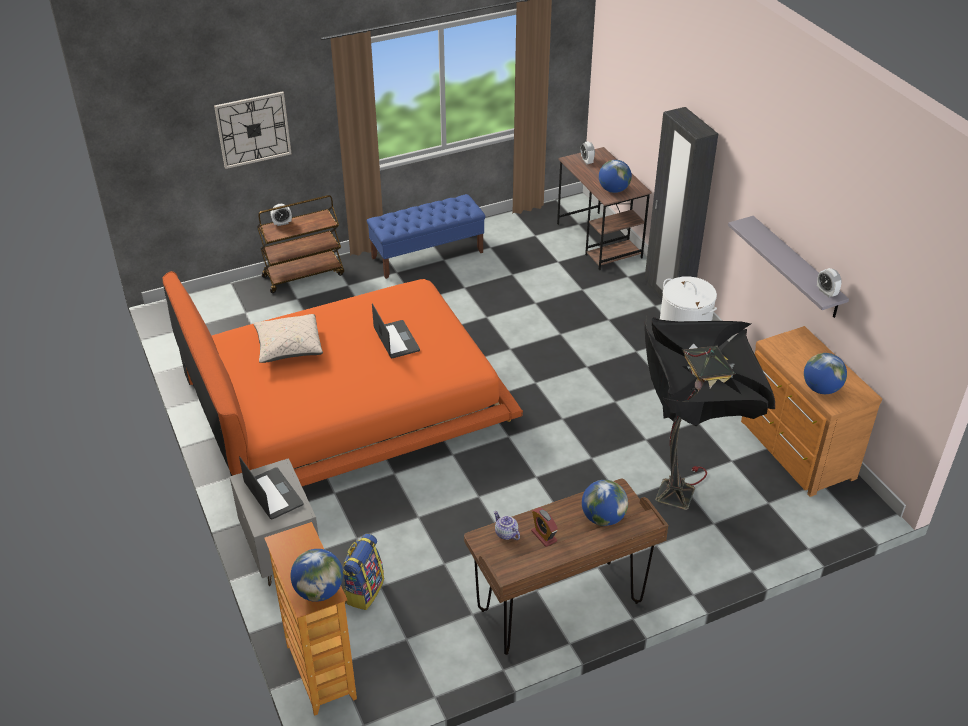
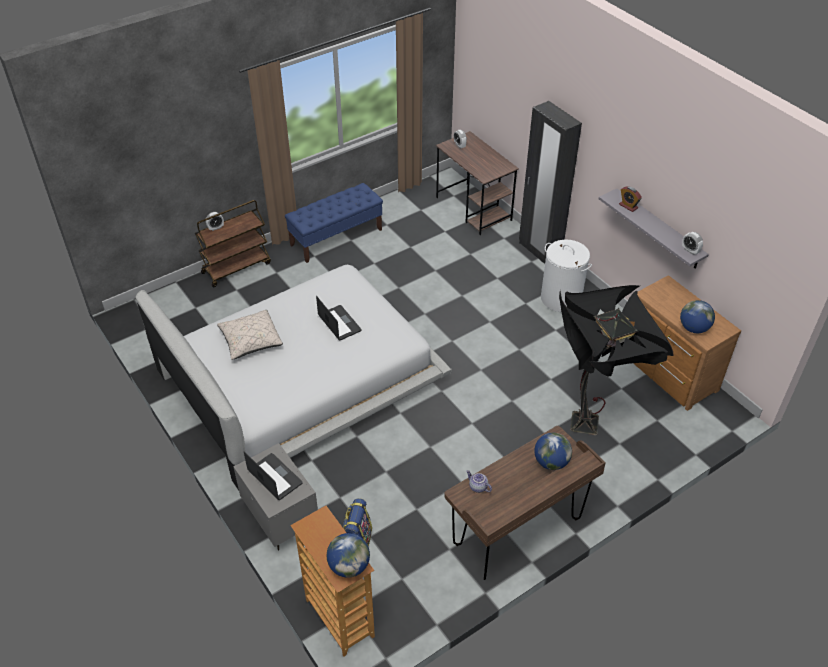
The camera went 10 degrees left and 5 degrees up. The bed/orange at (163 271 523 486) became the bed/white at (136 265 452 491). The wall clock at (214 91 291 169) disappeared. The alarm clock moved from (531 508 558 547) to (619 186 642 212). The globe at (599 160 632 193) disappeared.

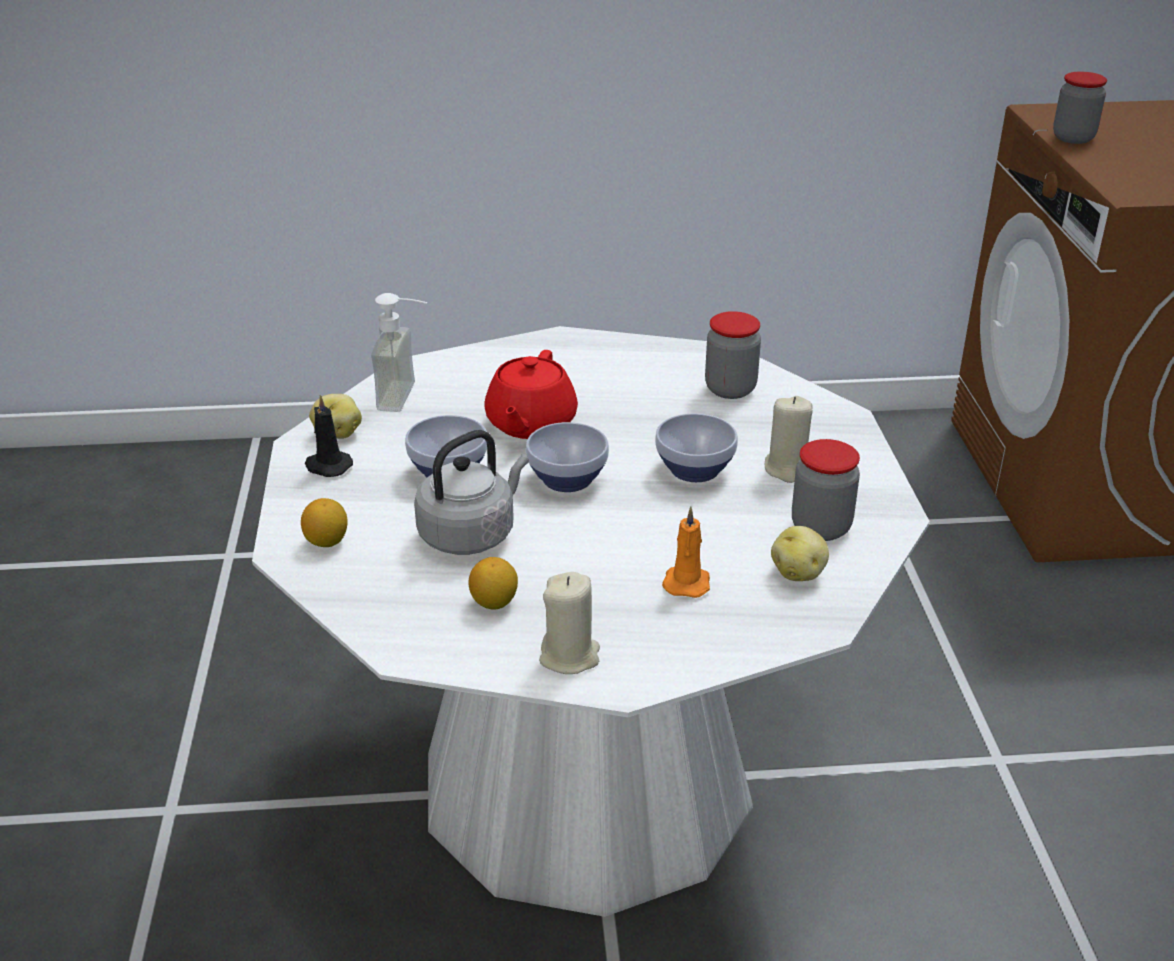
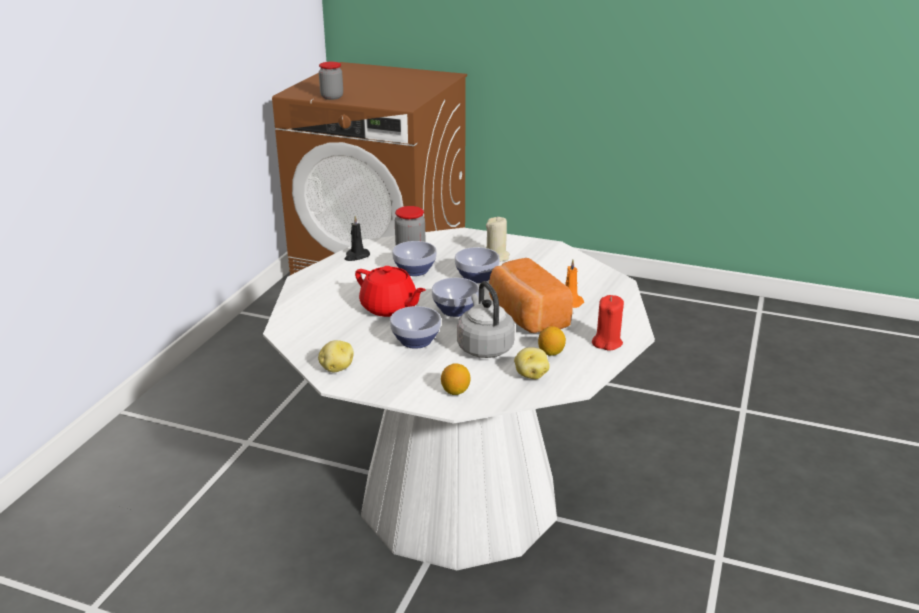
The camera went 65 degrees left and 5 degrees down. The candle/black moved from (305 395 353 477) to (345 216 370 261). The soap dispenser at (371 293 428 412) disappeared. The candle/beige at (539 572 600 674) became the candle/red at (592 295 624 351). The potato moved from (771 526 829 581) to (514 347 550 379). The jar at (792 439 860 541) disappeared. The bowl at (392 241 437 276) appeared. The bread at (489 258 573 333) appeared.

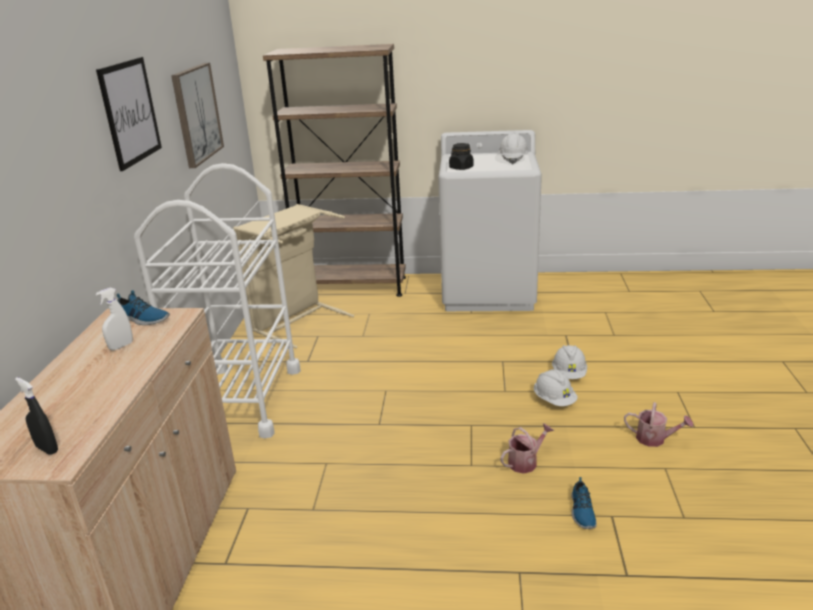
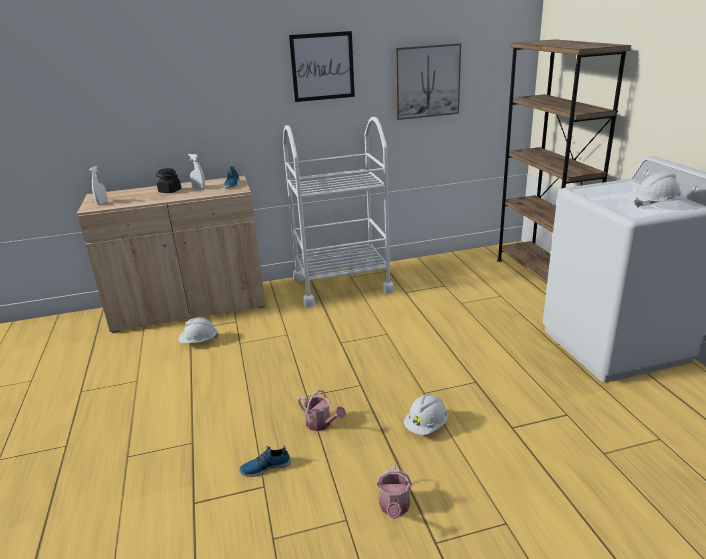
The camera went 70 degrees right and 0 degrees up. The spray bottle/black at (15 377 58 455) became the spray bottle/white at (90 166 108 205). The laundry basket/beige at (233 204 354 349) disappeared. The jar/black moved from (449 143 474 170) to (156 168 181 193). The hard hat/white moved from (552 345 587 379) to (179 317 218 343).

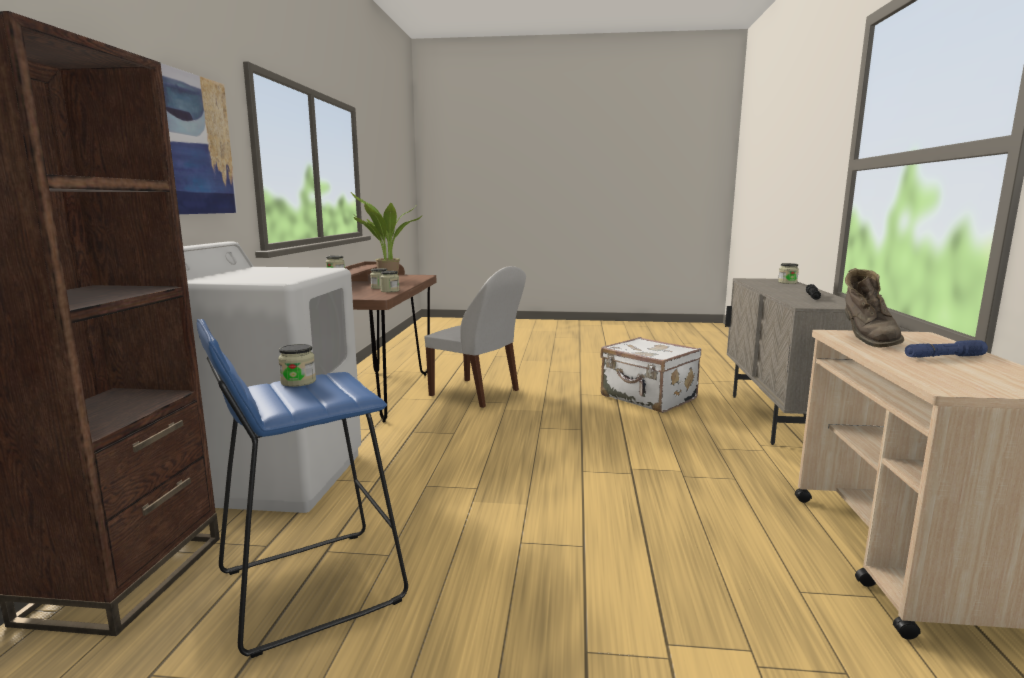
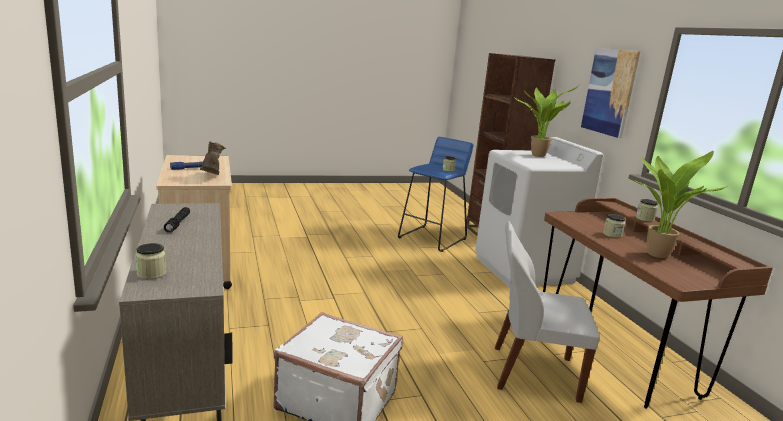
The camera went 155 degrees right and 5 degrees up. The jar at (380 271 399 292) disappeared. The potted plant at (514 85 579 157) appeared.

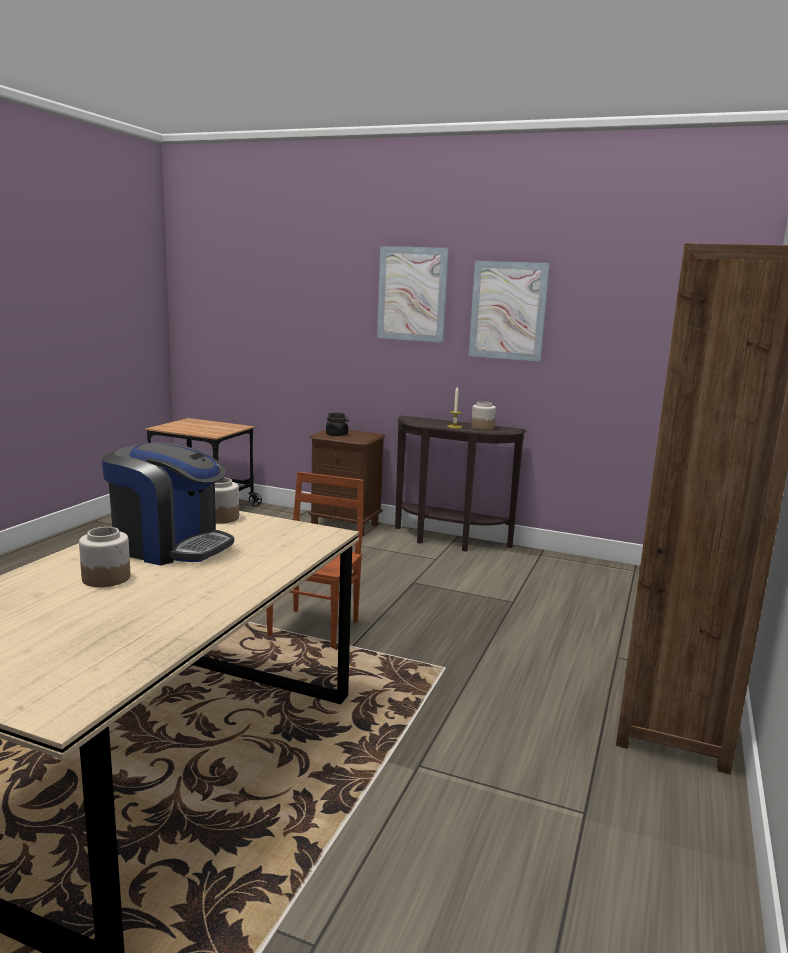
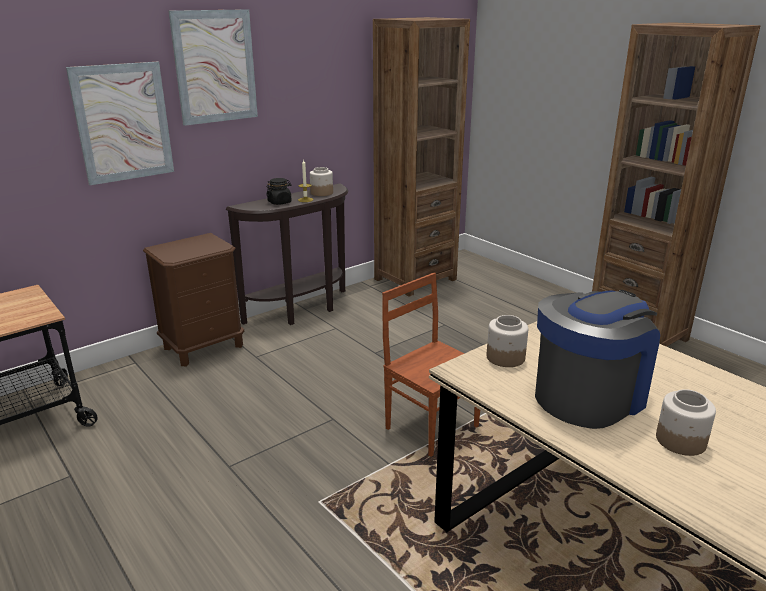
The camera went 60 degrees left and 10 degrees up. The jar/black moved from (326 413 349 436) to (266 178 292 205). The picture moved from (469 261 550 362) to (66 62 174 185). The bookcase/brown at (373 17 470 297) appeared.

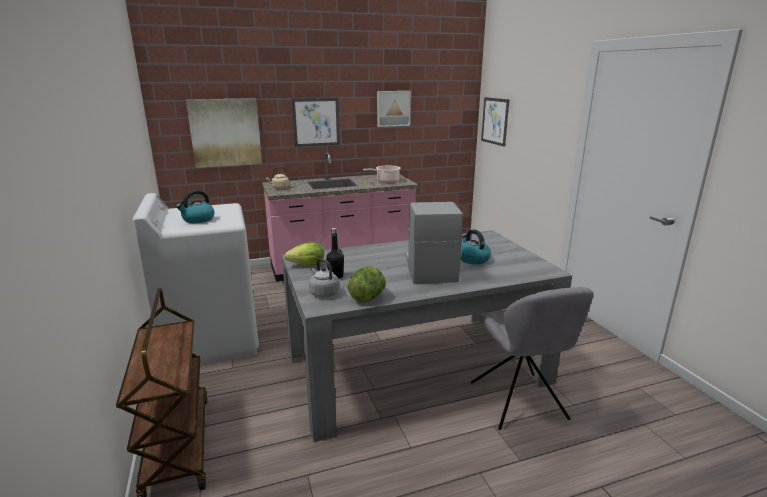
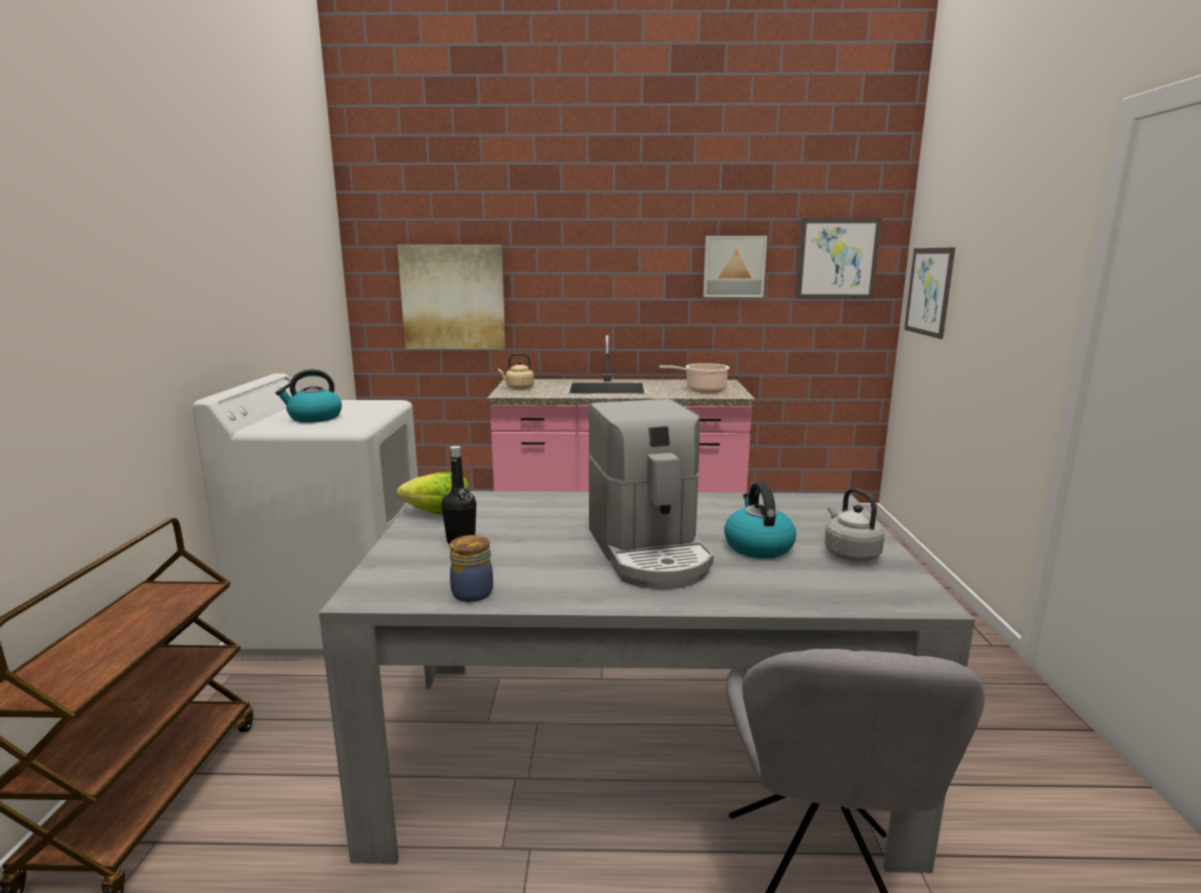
The camera went 20 degrees right and 5 degrees down. The picture moved from (292 98 340 147) to (796 218 882 299). The kettle/grey moved from (309 258 339 297) to (825 488 885 562). The lettuce at (348 266 386 303) was replaced by the jar at (450 535 493 602). The coffee machine at (406 202 463 284) turned 150 degrees clockwise.

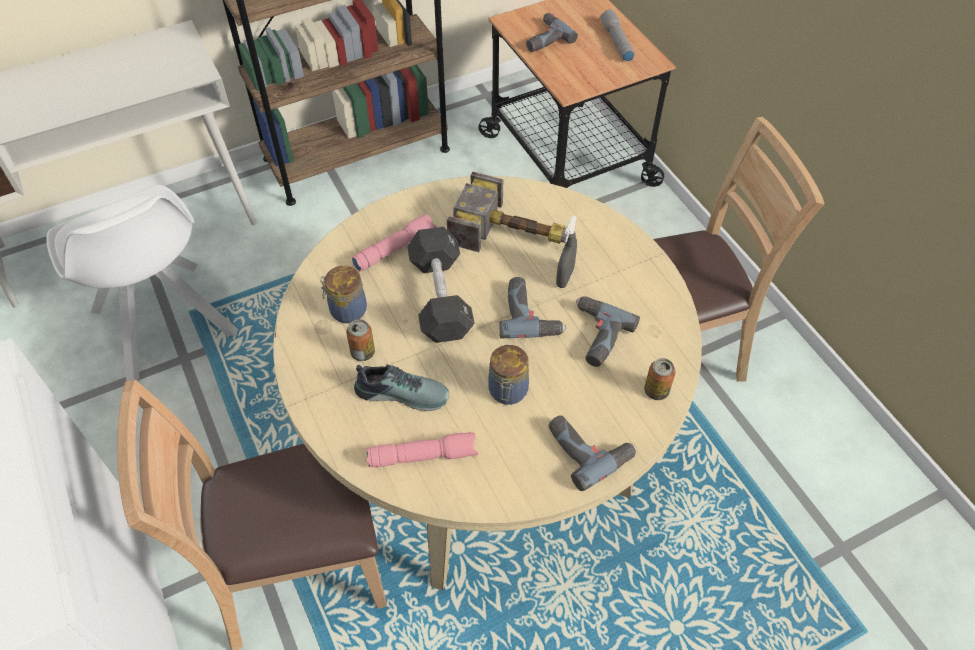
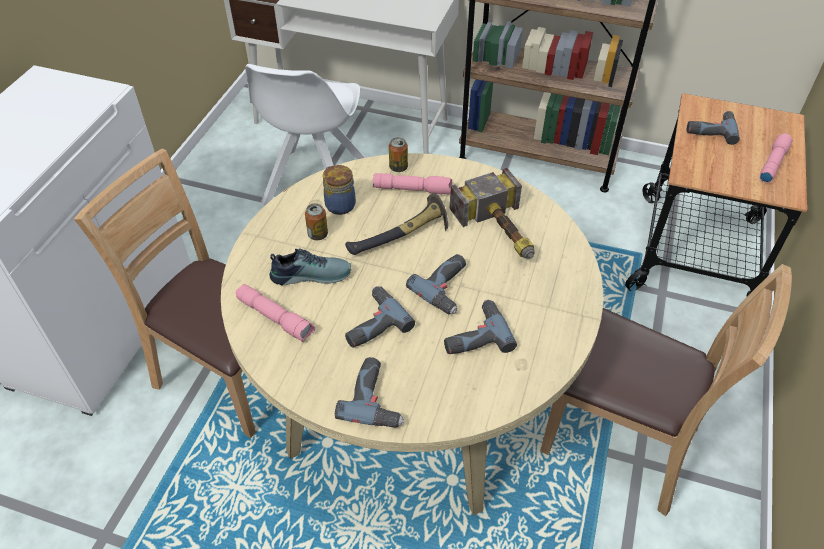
The camera went 45 degrees right and 5 degrees down. The shoe at (354 364 449 411) turned 60 degrees counterclockwise. The dumbbell/black at (407 227 475 343) was replaced by the hammer at (345 192 448 255). The jar at (488 345 529 405) was replaced by the power drill at (345 286 415 348). The spray bottle/grey at (556 216 577 288) disappeared. The flashlight/grey at (600 9 634 61) became the flashlight/pink at (760 133 793 183). The can moved from (644 358 676 400) to (389 137 408 172).

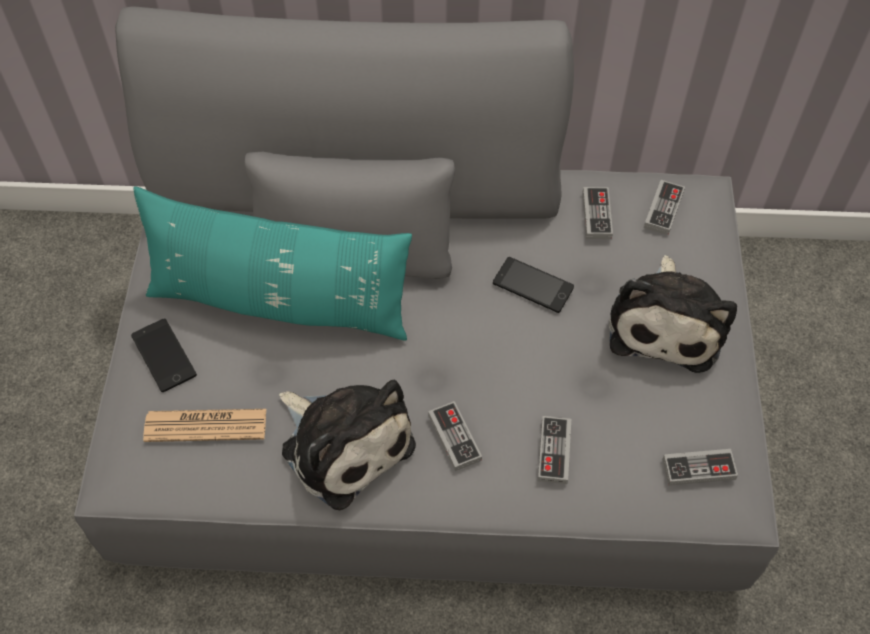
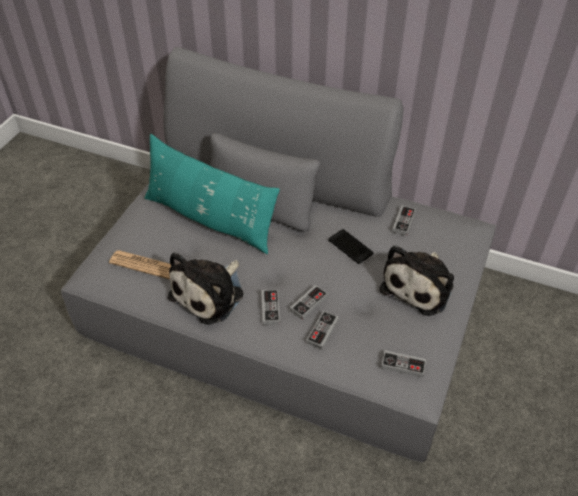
The camera went 20 degrees right and 10 degrees down. The phone at (131 318 197 392) disappeared. The plush toy at (279 380 416 510) turned 60 degrees clockwise. The game controller moved from (644 180 685 235) to (290 285 328 320).

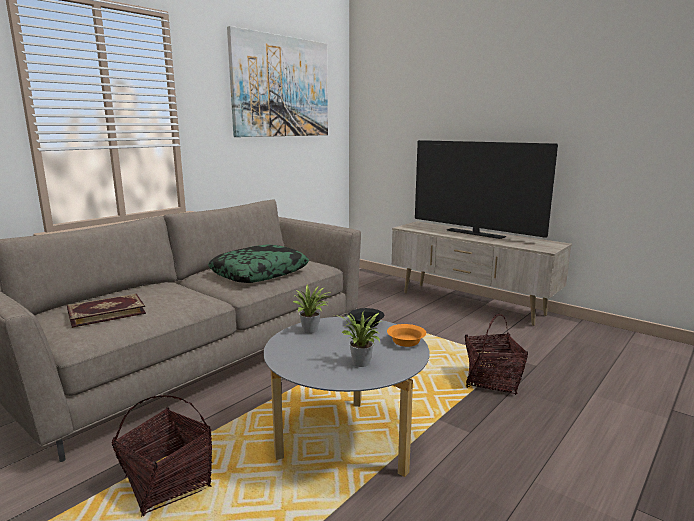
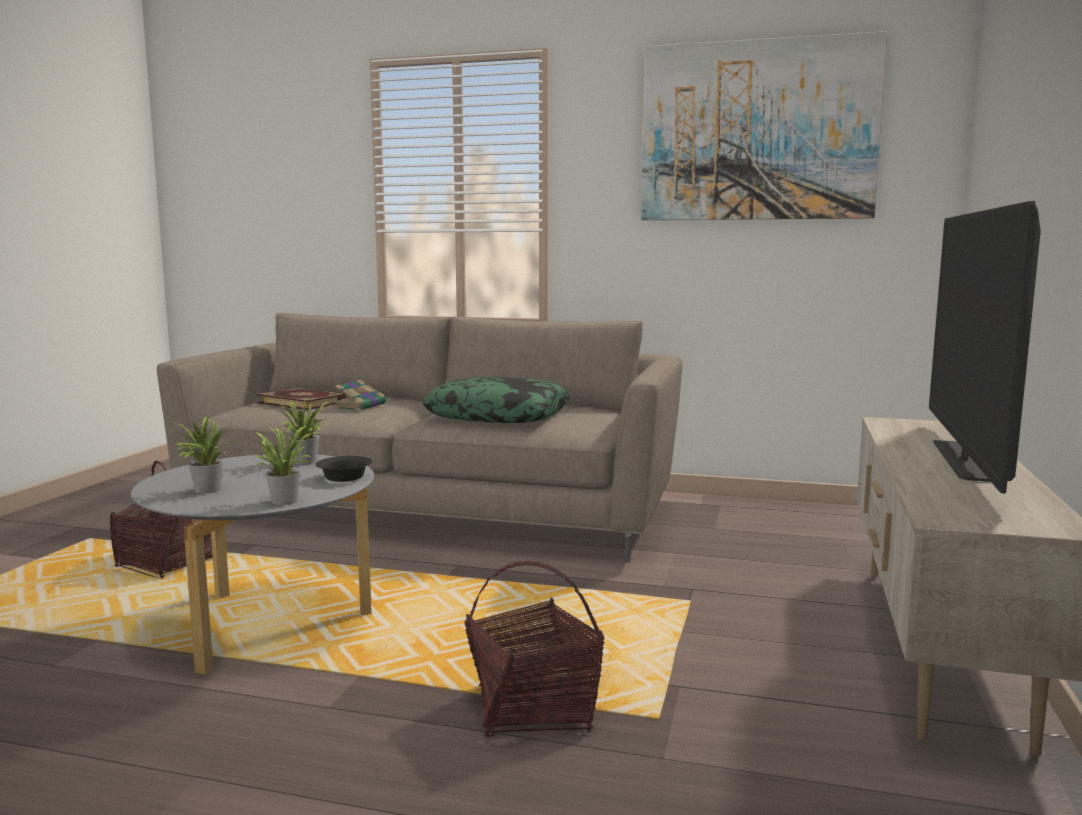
The camera went 65 degrees right and 5 degrees down. The bowl/orange at (387 324 426 347) was replaced by the potted plant at (251 426 320 505). The book at (333 380 386 411) appeared.

